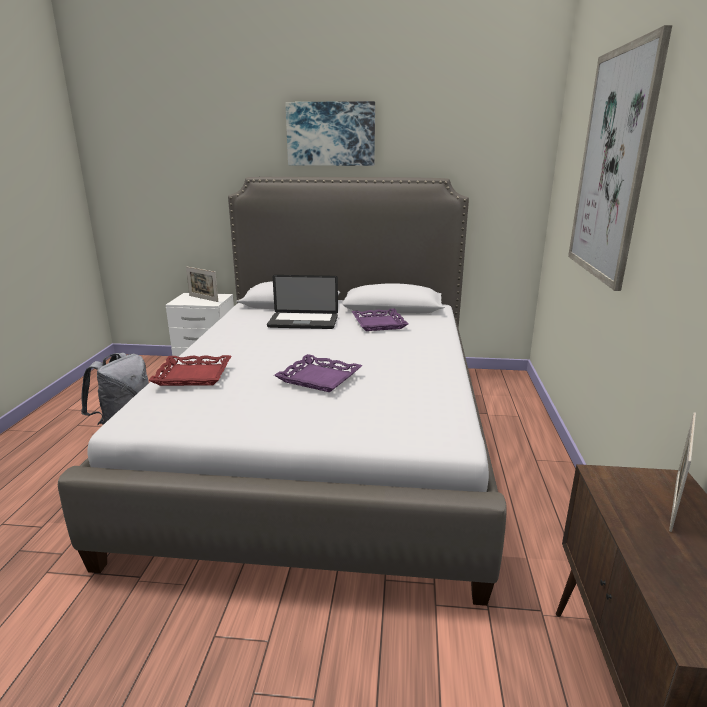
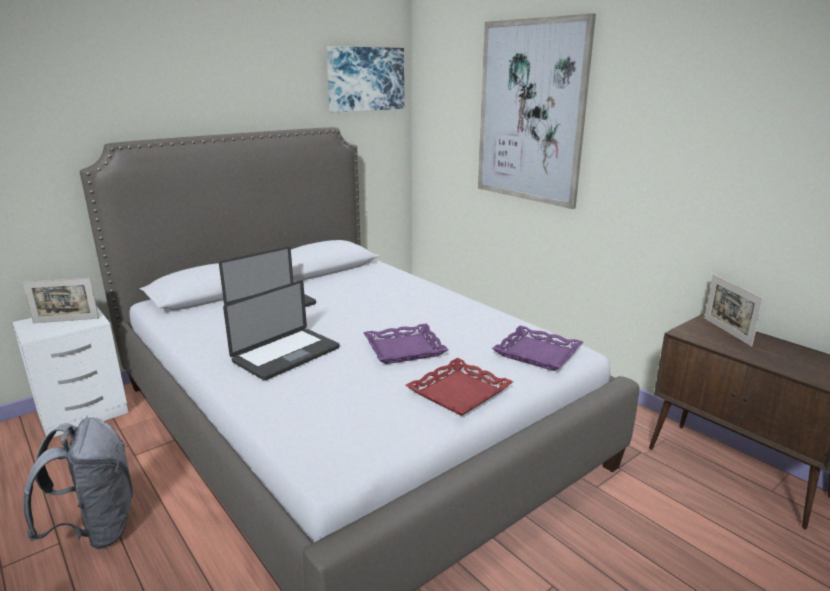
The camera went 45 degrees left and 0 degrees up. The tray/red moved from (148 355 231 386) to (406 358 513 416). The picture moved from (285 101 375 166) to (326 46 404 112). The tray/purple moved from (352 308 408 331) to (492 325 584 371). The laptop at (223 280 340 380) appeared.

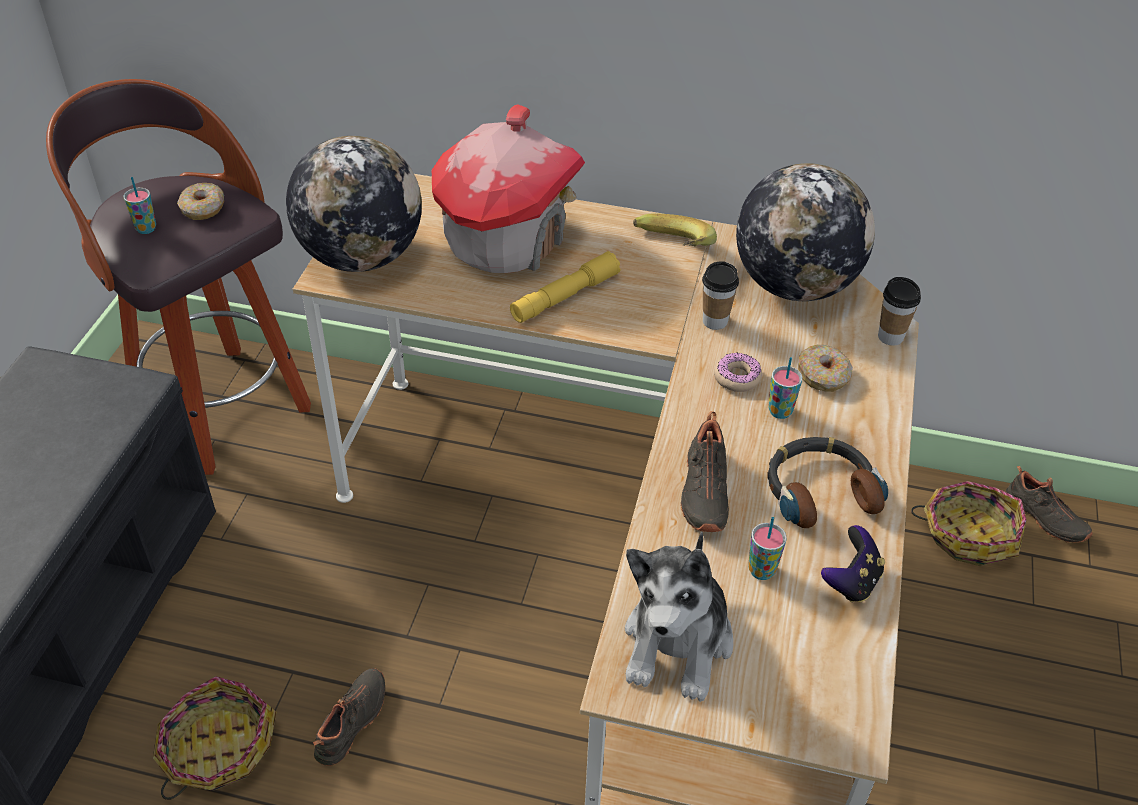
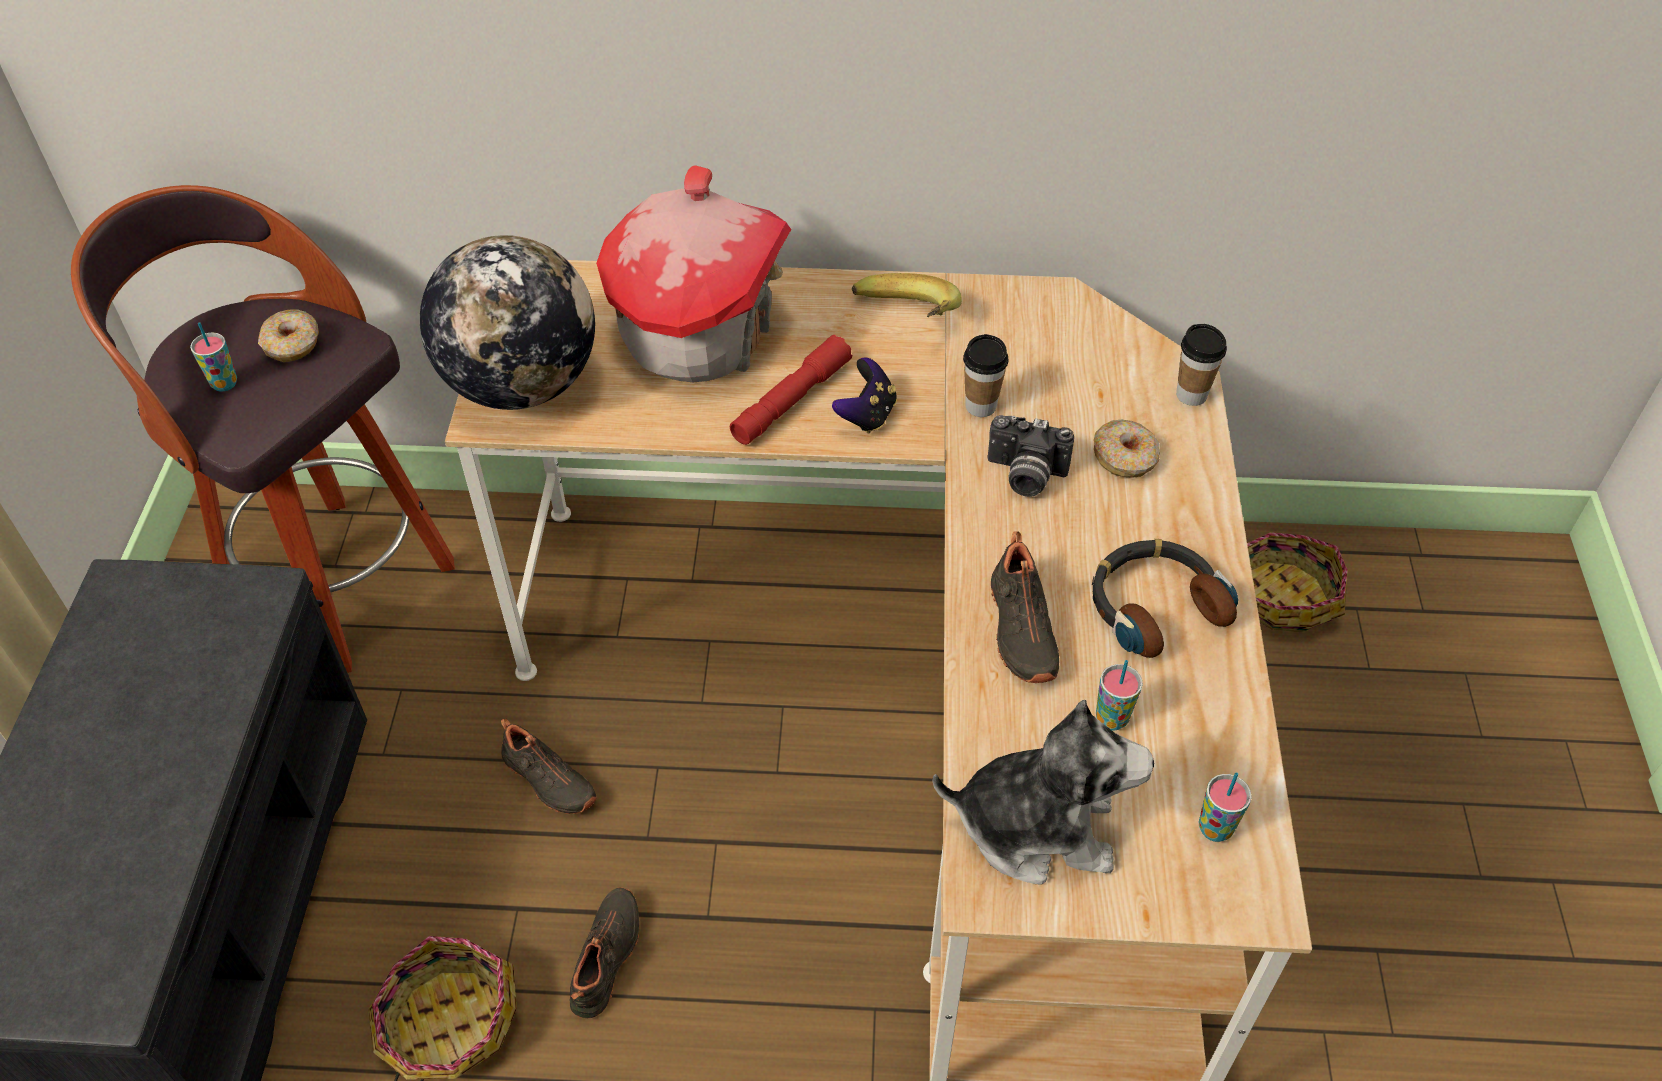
The camera went 10 degrees left and 5 degrees up. The flashlight/yellow at (510 251 621 323) became the flashlight/red at (730 335 852 445). The plush toy at (625 531 733 702) turned 90 degrees counterclockwise. The donut at (714 353 762 392) was replaced by the photo camera at (988 415 1074 497). The globe at (736 163 875 301) disappeared. The cup moved from (768 357 803 419) to (1199 772 1252 842). The game controller moved from (821 525 885 603) to (832 357 897 434). The shoe/black moved from (1006 466 1093 543) to (501 719 597 814).

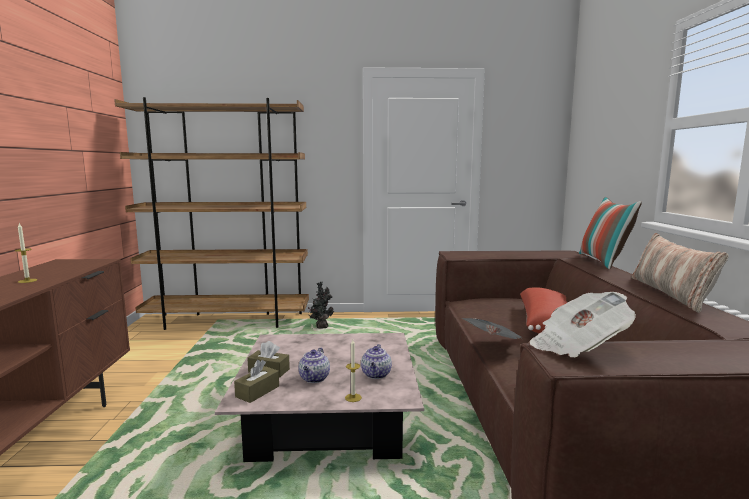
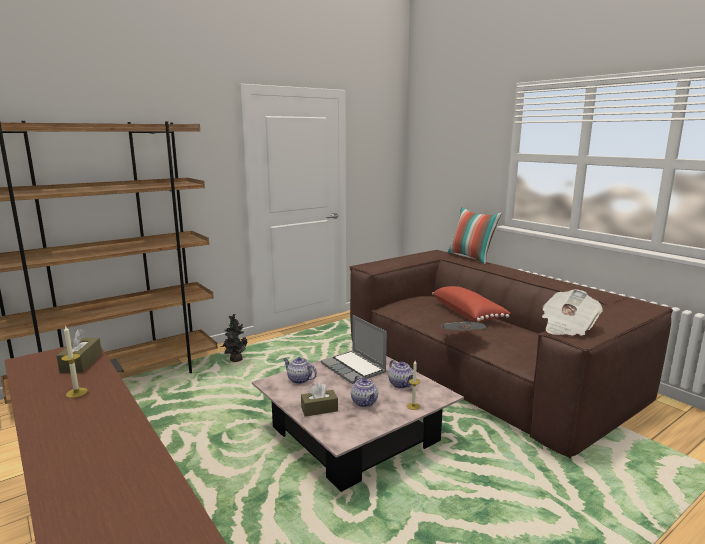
The camera went 35 degrees left and 5 degrees up. The tissue box/brown moved from (234 360 279 403) to (57 329 102 373). The pillow at (632 233 729 313) disappeared. The teapot at (283 357 317 384) appeared. The laptop at (321 315 387 384) appeared.

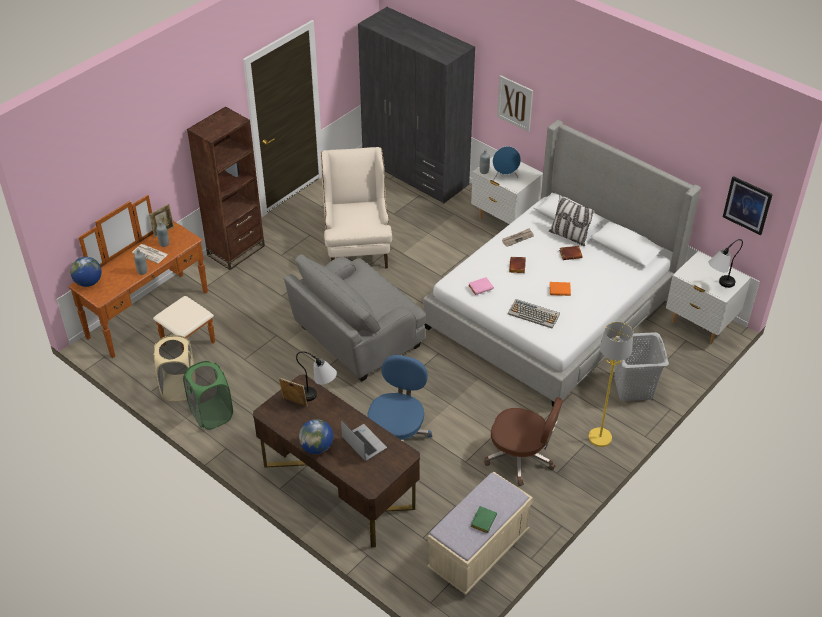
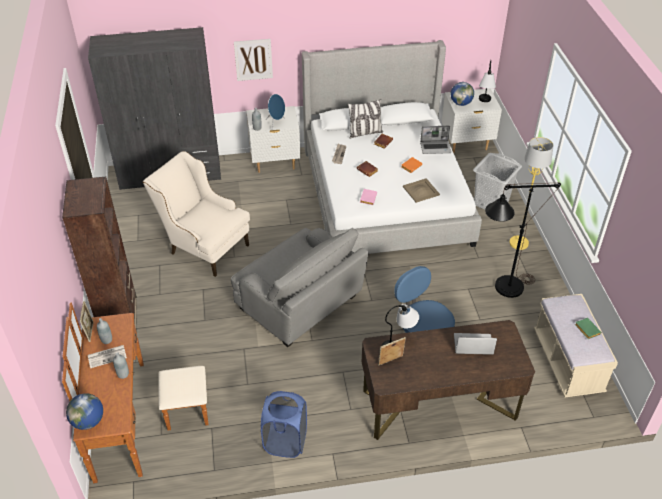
The camera went 50 degrees left and 0 degrees up. The laundry basket/beige at (153 335 194 402) disappeared. The laundry basket/green at (183 361 233 430) became the laundry basket/blue at (261 391 307 458). The armchair/grey at (284 254 426 382) turned 45 degrees counterclockwise. The globe moved from (299 419 334 454) to (451 82 474 106). The office chair/brown at (484 397 563 486) was replaced by the floor lamp/black at (485 183 561 298). The keyboard at (508 299 560 329) was replaced by the tray/beige at (403 178 440 203). The picture at (723 176 773 235) disappeared. The laptop at (420 126 451 154) appeared.

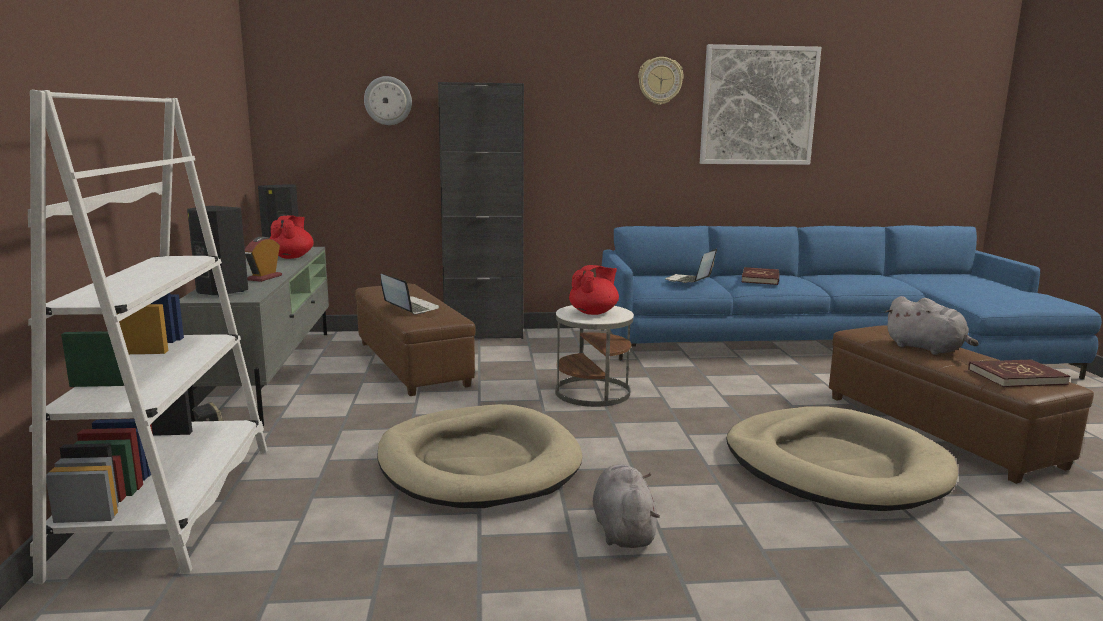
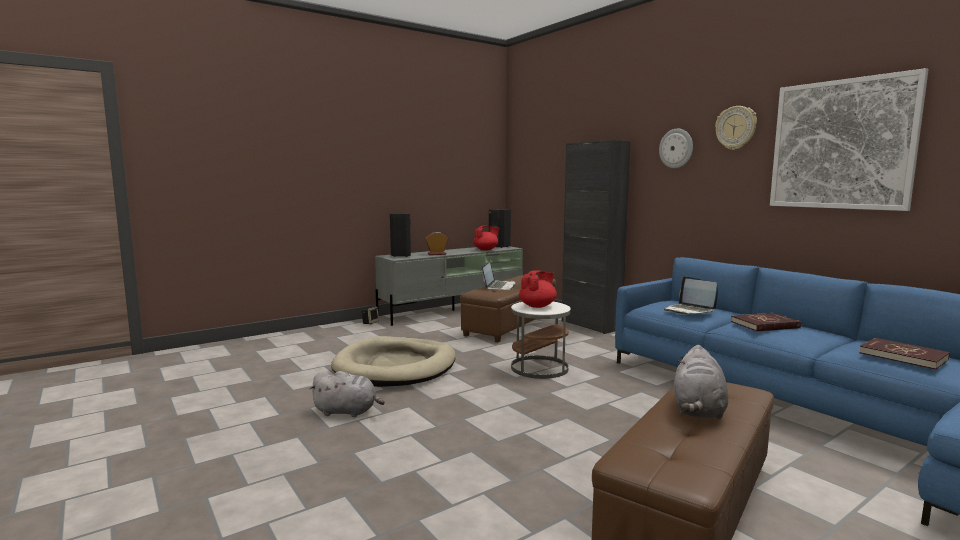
The camera went 60 degrees right and 5 degrees down. The bookcase/white at (28 90 267 584) disappeared. The wall clock moved from (364 76 412 125) to (659 129 693 168). The teapot/red at (569 265 619 315) turned 60 degrees counterclockwise. The plush toy/grey at (593 464 660 548) turned 45 degrees clockwise. The laptop at (665 249 717 283) turned 120 degrees counterclockwise. The dog bed/beige at (727 406 958 511) disappeared. The book/red moved from (968 360 1071 387) to (859 338 950 370).

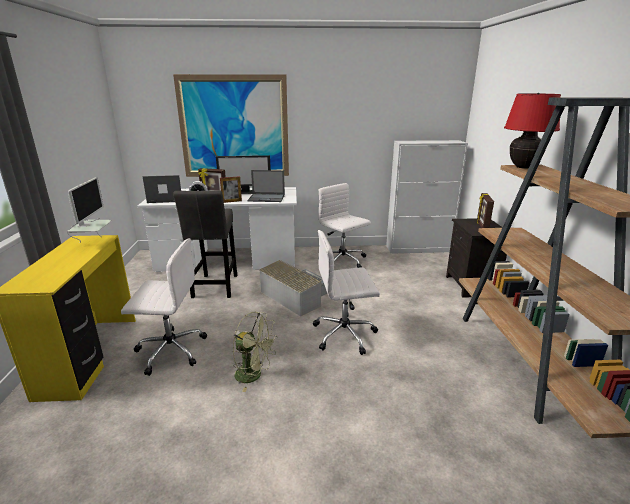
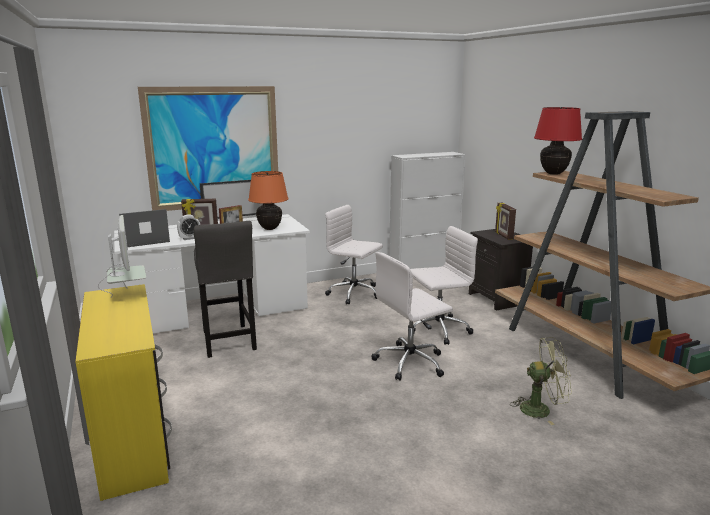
The camera went 20 degrees left and 5 degrees down. The office chair/white moved from (121 238 207 376) to (410 226 478 345). The fan/green moved from (233 312 278 392) to (510 337 572 425). The laptop at (247 170 285 202) was replaced by the table lamp/orange at (248 171 289 230). The storage box/grey at (259 260 327 317) disappeared.

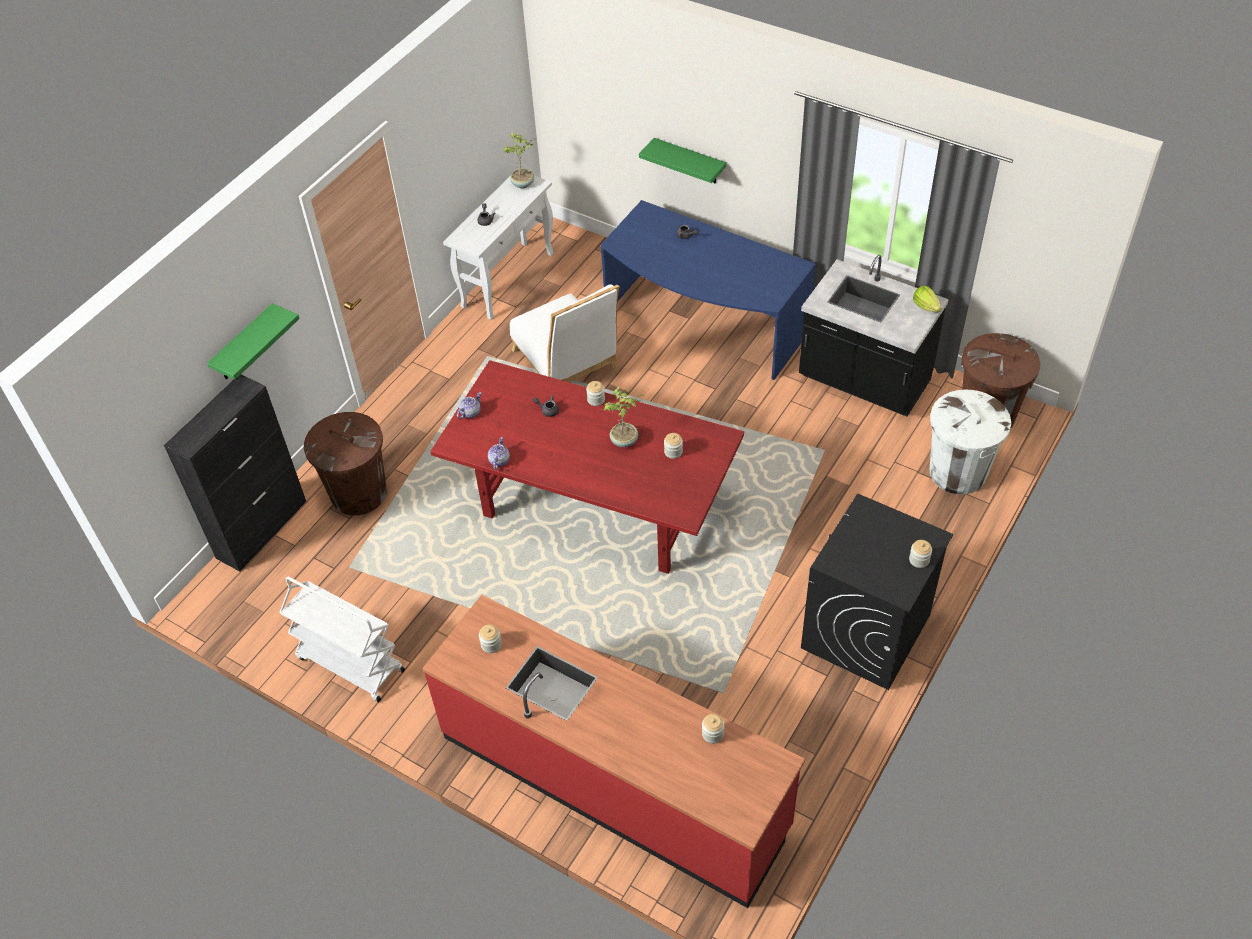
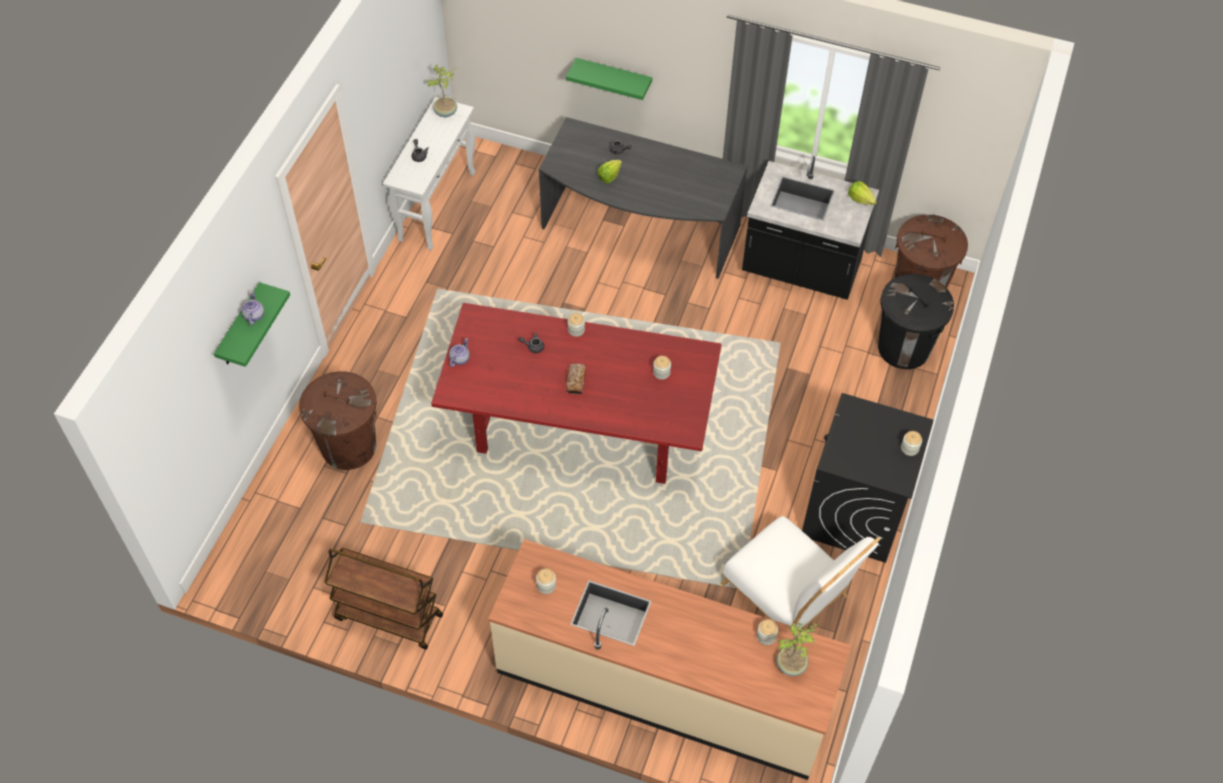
The camera went 15 degrees left and 5 degrees up. The cabinet/black at (164 375 306 572) disappeared. The cart/white at (279 577 405 702) became the cart/brown at (324 548 443 649). The counter/red at (422 595 805 908) became the counter/beige at (488 539 851 780). The teapot moved from (488 437 510 470) to (241 292 264 326). The chair/white moved from (510 284 619 382) to (720 516 881 630). The desk/blue at (601 200 816 380) became the desk/grey at (539 117 748 279). The potted plant moved from (603 387 644 447) to (777 623 818 676). The trash can/white at (930 390 1011 494) became the trash can/black at (878 274 954 369). The bread at (566 364 586 394) appeared. The lettuce at (598 160 622 183) appeared.

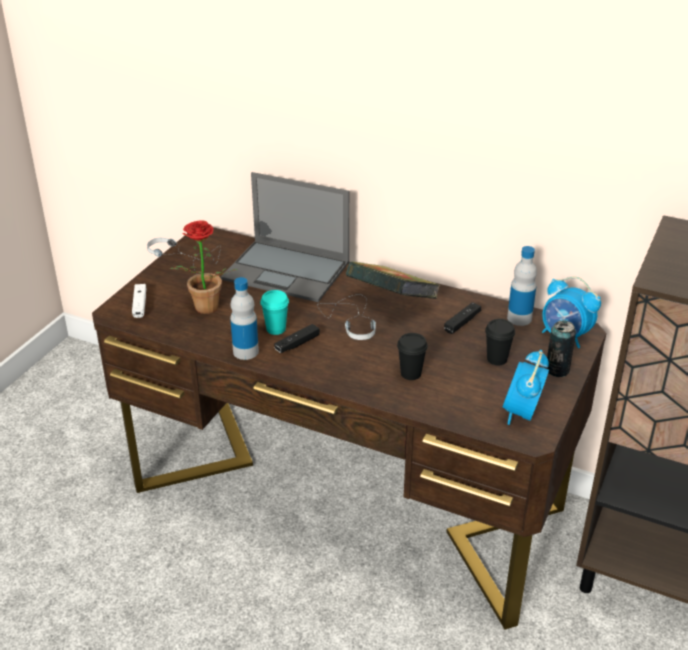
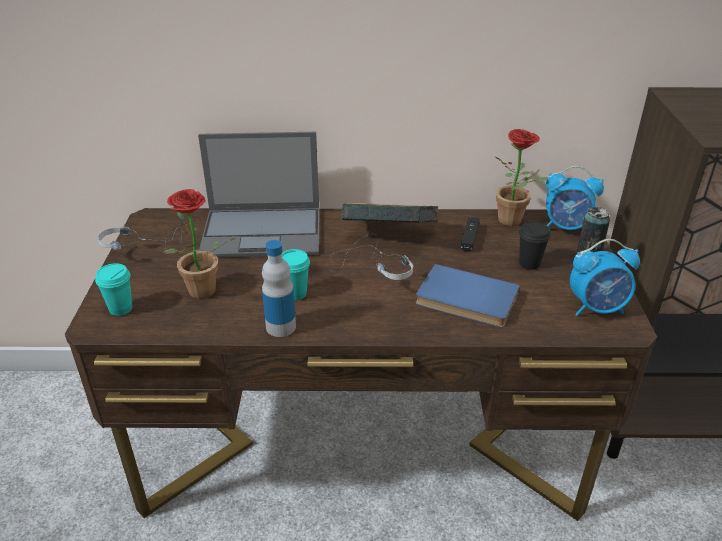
The camera went 25 degrees left and 0 degrees up. The game controller/white at (132 284 146 318) was replaced by the cup/turquoise at (95 263 132 316). The game controller/black at (274 324 320 353) disappeared. The cup/black at (397 333 428 380) was replaced by the book/blue at (416 264 520 327). The alarm clock at (502 350 549 425) turned 90 degrees counterclockwise. The bottle at (507 246 537 326) was replaced by the potted plant at (496 129 548 226).

